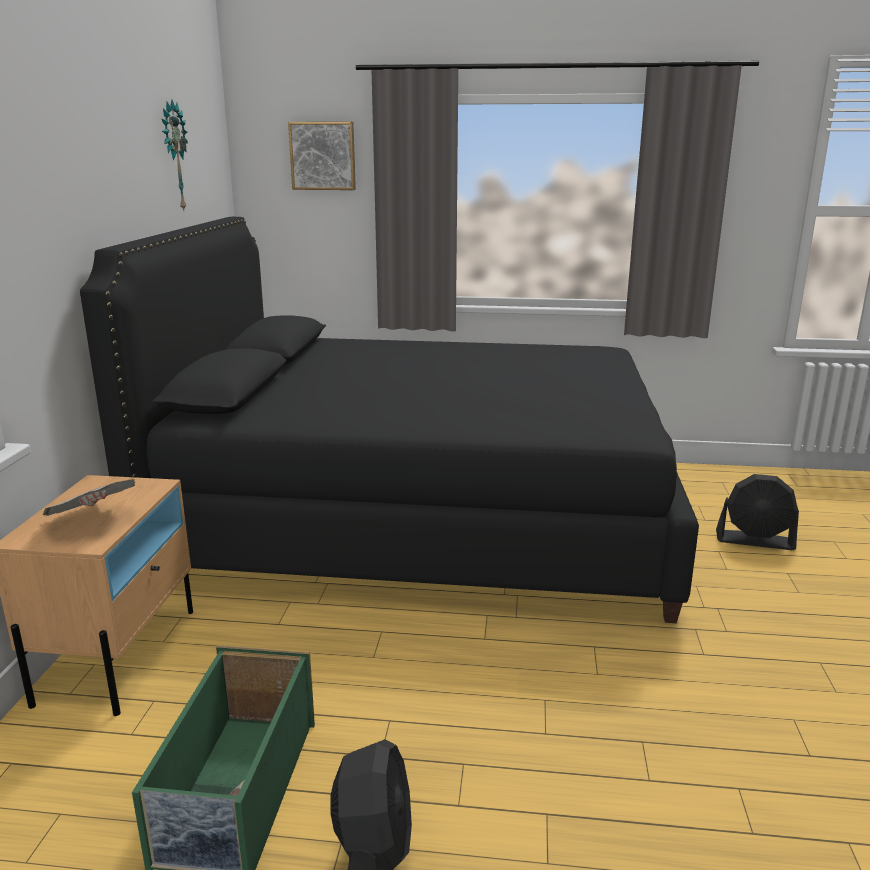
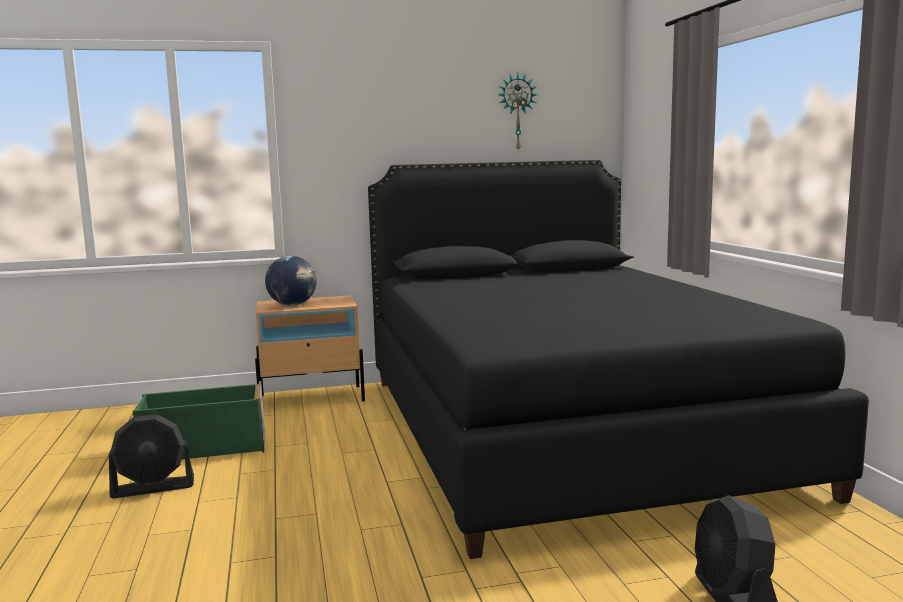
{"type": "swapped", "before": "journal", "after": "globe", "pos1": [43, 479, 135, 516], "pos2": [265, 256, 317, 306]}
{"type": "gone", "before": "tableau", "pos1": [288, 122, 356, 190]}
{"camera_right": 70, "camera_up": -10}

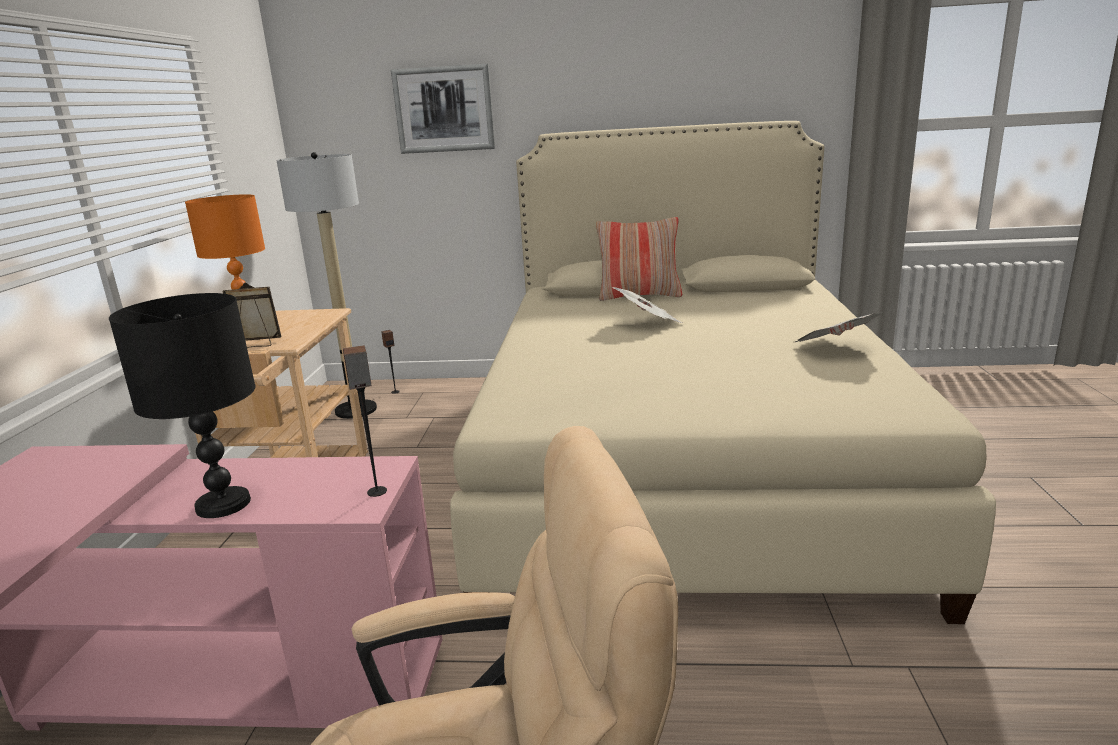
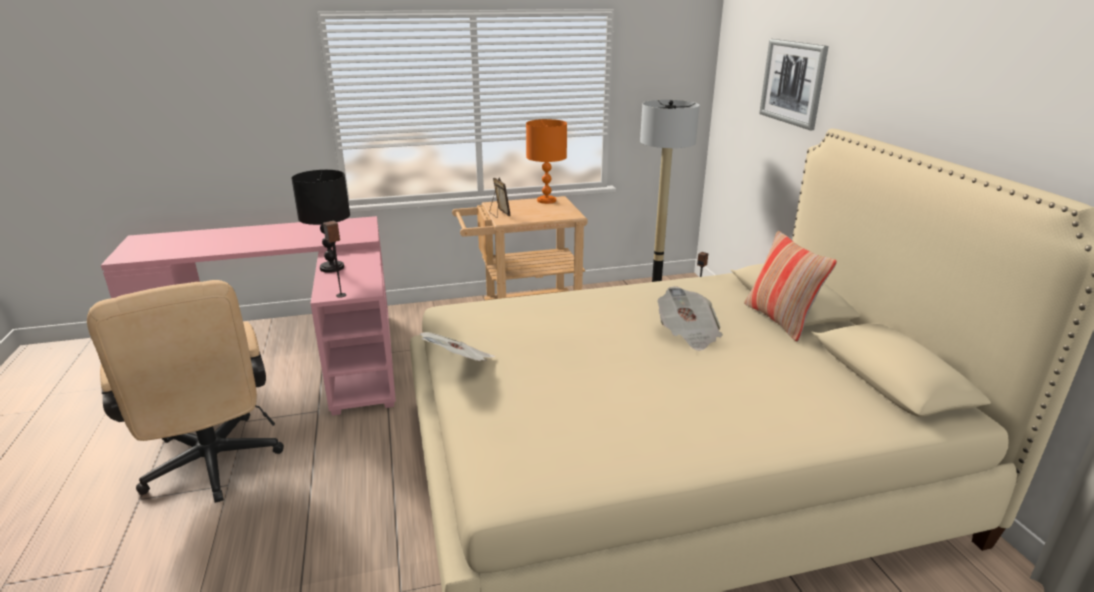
{"type": "shifted", "before": "journal", "pos1": [795, 313, 881, 342], "pos2": [420, 332, 495, 361]}
{"camera_right": 70, "camera_up": 5}

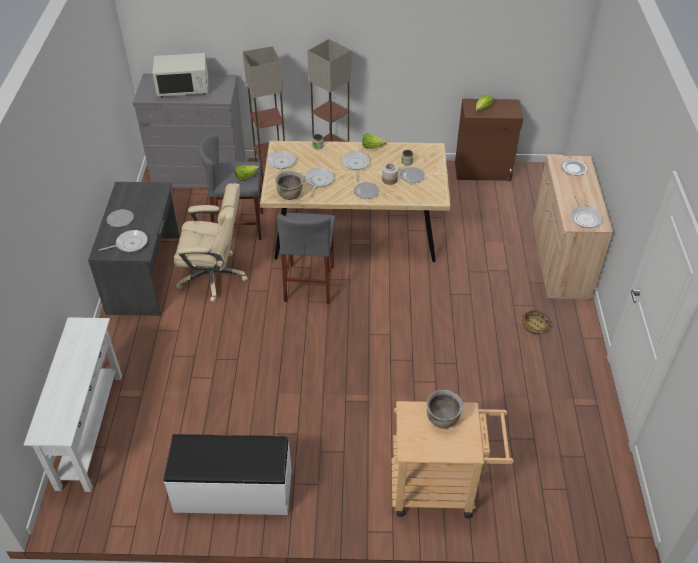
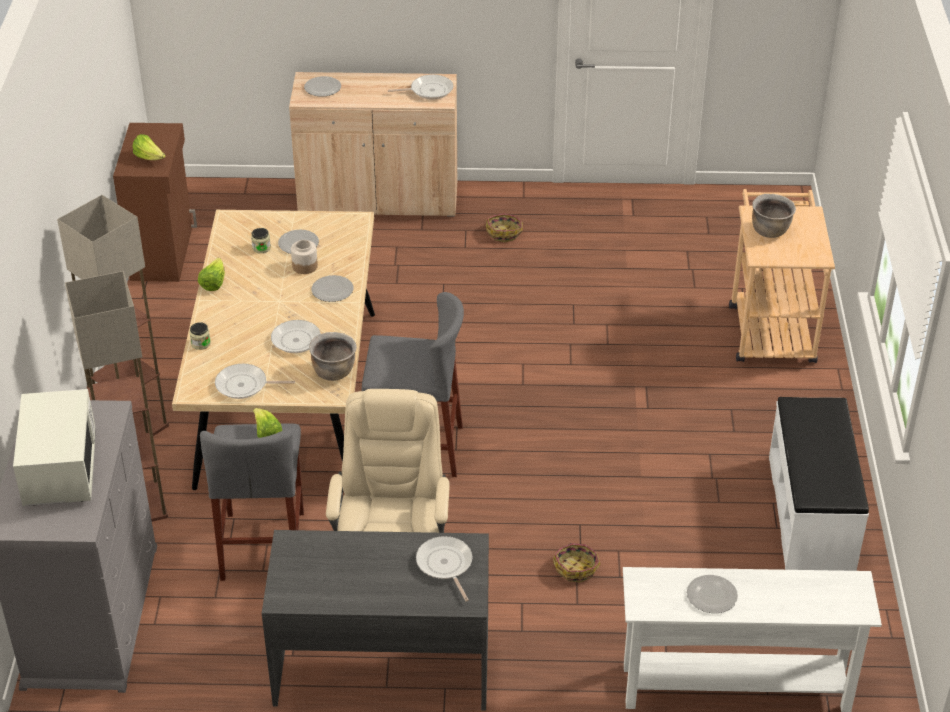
{"type": "shifted", "before": "assiette", "pos1": [107, 209, 134, 227], "pos2": [687, 575, 738, 613]}
{"type": "gone", "before": "poêle", "pos1": [342, 152, 370, 181]}
{"type": "new", "after": "panier", "pos2": [553, 543, 600, 582]}
{"camera_right": -90, "camera_up": -5}

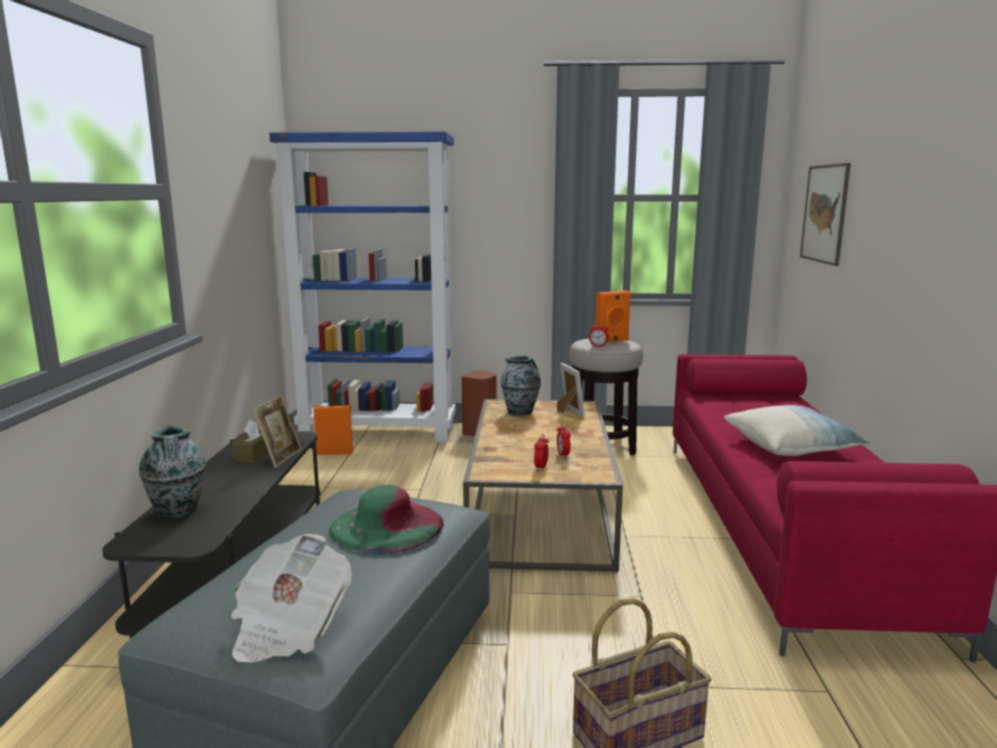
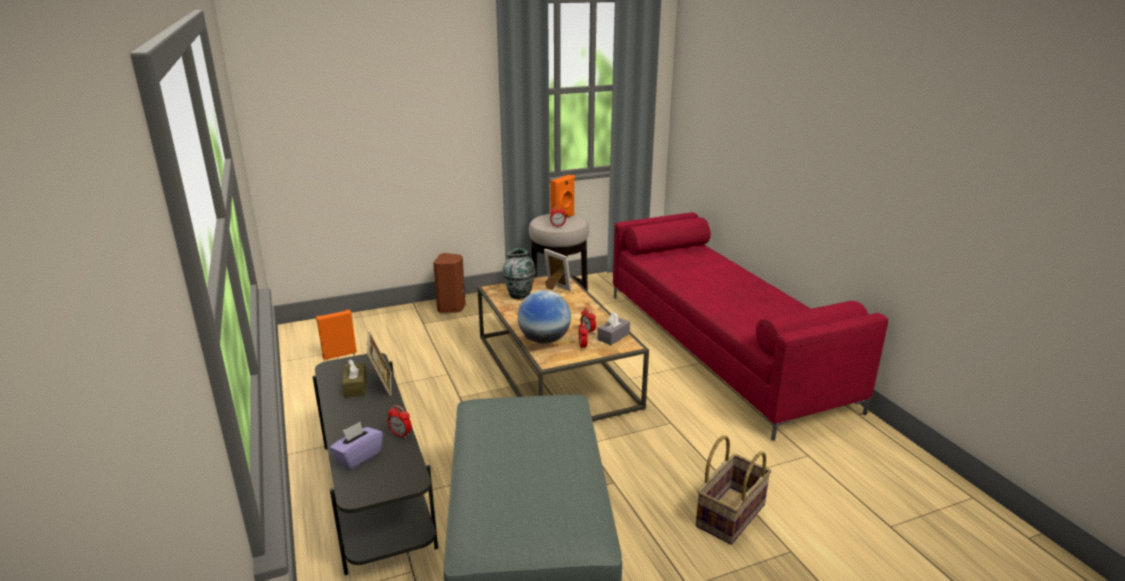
{"type": "swapped", "before": "vase", "after": "boîte à mouchoirs [violet]", "pos1": [139, 424, 206, 518], "pos2": [330, 422, 383, 470]}
{"type": "gone", "before": "journal", "pos1": [231, 534, 352, 663]}
{"type": "gone", "before": "bibliothèque [bleu]", "pos1": [269, 132, 456, 442]}
{"type": "gone", "before": "chapeau [vert]", "pos1": [329, 484, 444, 554]}
{"type": "gone", "before": "coussin", "pos1": [724, 405, 869, 456]}
{"type": "gone", "before": "tableau", "pos1": [800, 163, 851, 266]}
{"type": "new", "after": "réveil", "pos2": [388, 405, 412, 438]}
{"type": "new", "after": "globe", "pos2": [517, 290, 571, 344]}
{"type": "new", "after": "boîte à mouchoirs [gris]", "pos2": [598, 312, 630, 345]}
{"camera_right": -25, "camera_up": 10}

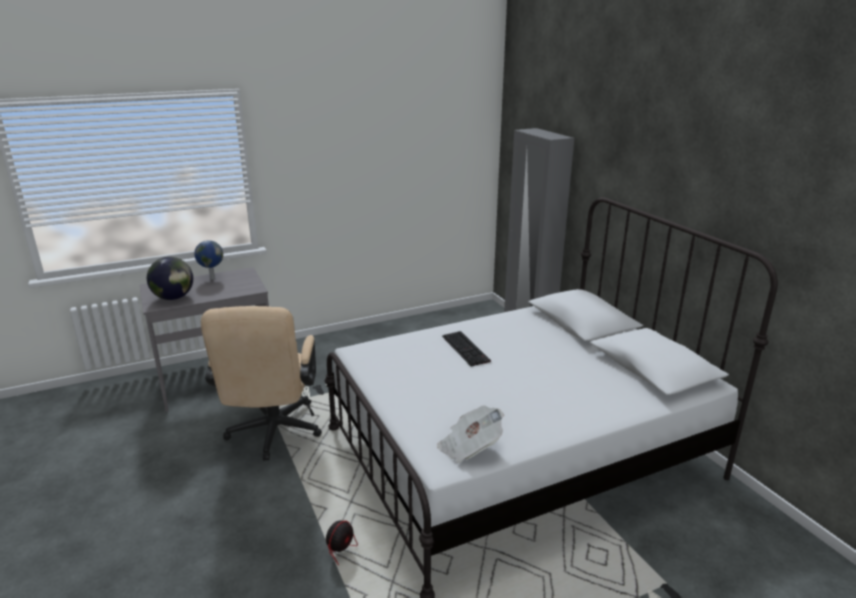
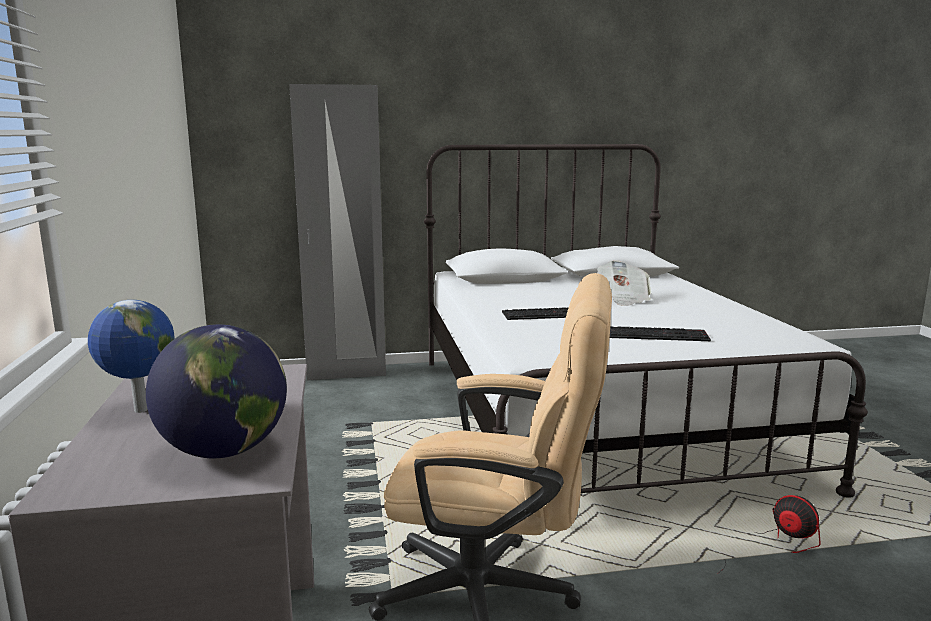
{"type": "shifted", "before": "journal", "pos1": [437, 405, 504, 463], "pos2": [597, 260, 651, 306]}
{"type": "new", "after": "clavier", "pos2": [610, 326, 711, 341]}
{"camera_right": -75, "camera_up": -10}

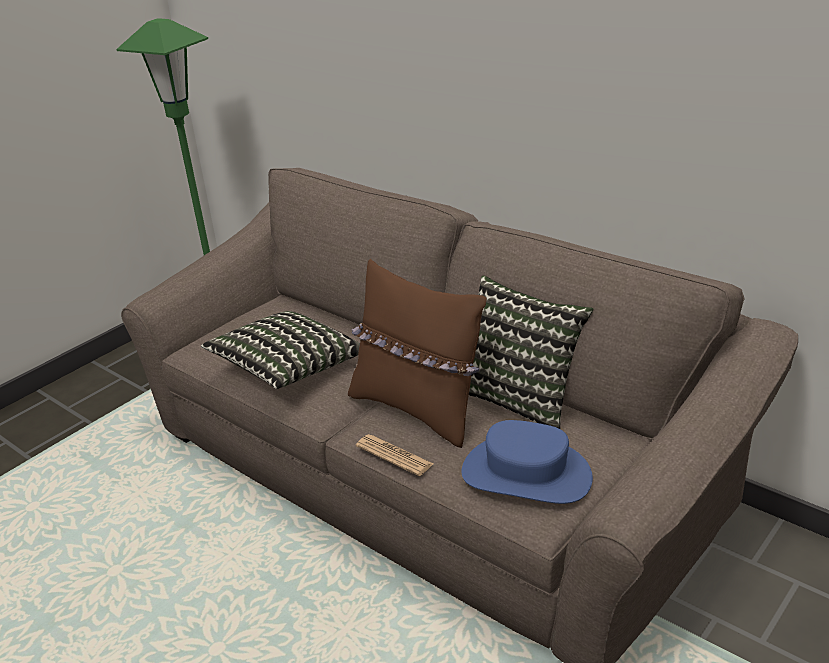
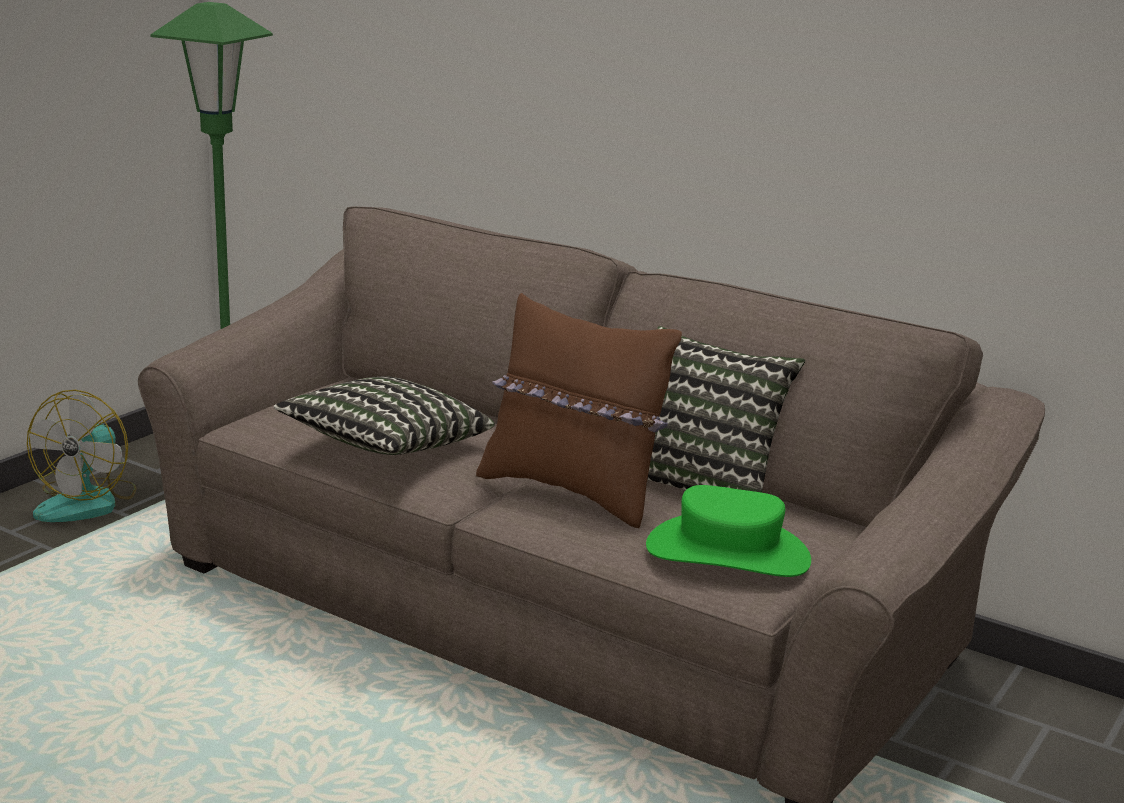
{"type": "gone", "before": "journal", "pos1": [356, 434, 433, 476]}
{"type": "repainted", "before": "chapeau [bleu]", "after": "chapeau [vert]", "pos1": [462, 420, 593, 504], "pos2": [646, 485, 811, 577]}
{"type": "new", "after": "ventilateur", "pos2": [27, 390, 136, 522]}
{"camera_right": -10, "camera_up": -10}

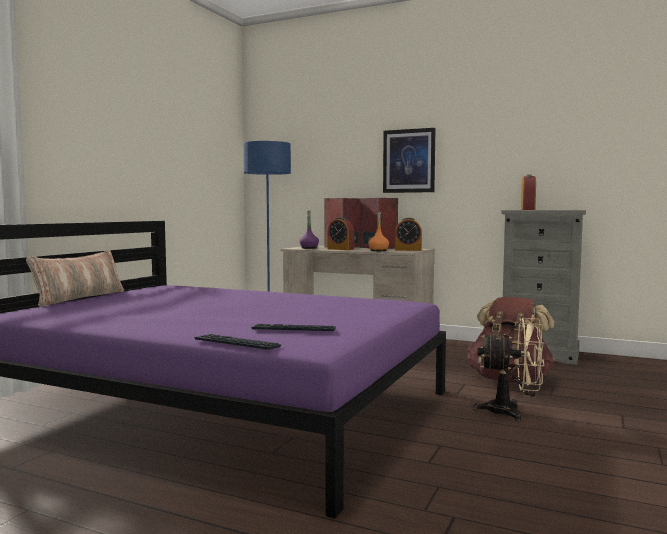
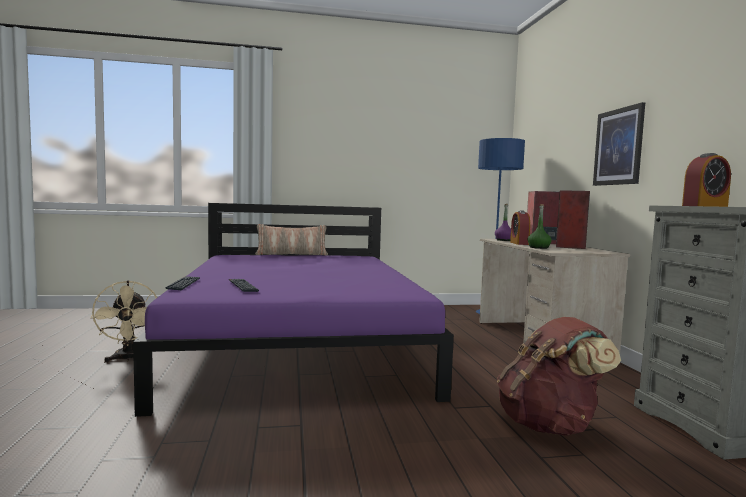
{"type": "repainted", "before": "bouteille [orange]", "after": "bouteille [vert]", "pos1": [368, 211, 389, 251], "pos2": [527, 204, 552, 249]}
{"type": "gone", "before": "réveil", "pos1": [395, 217, 422, 251]}
{"type": "shifted", "before": "ventilateur [beige]", "pos1": [473, 317, 544, 422], "pos2": [90, 281, 157, 363]}
{"camera_right": 55, "camera_up": 0}

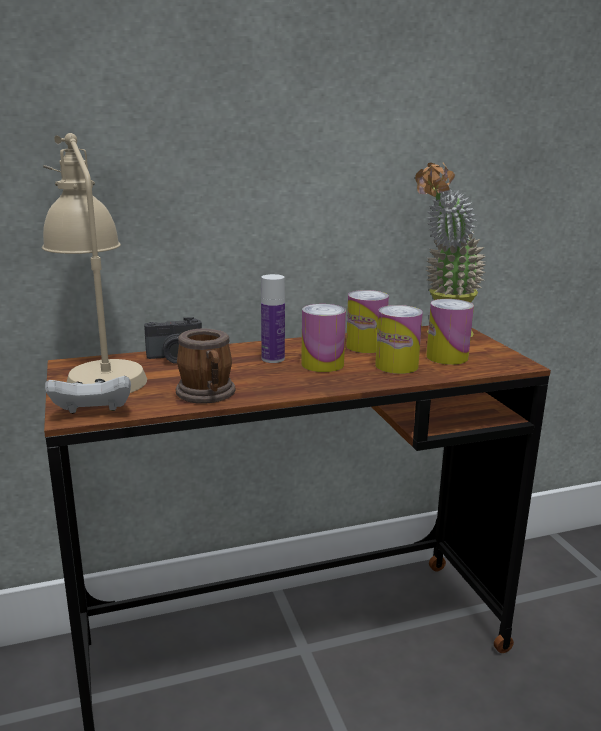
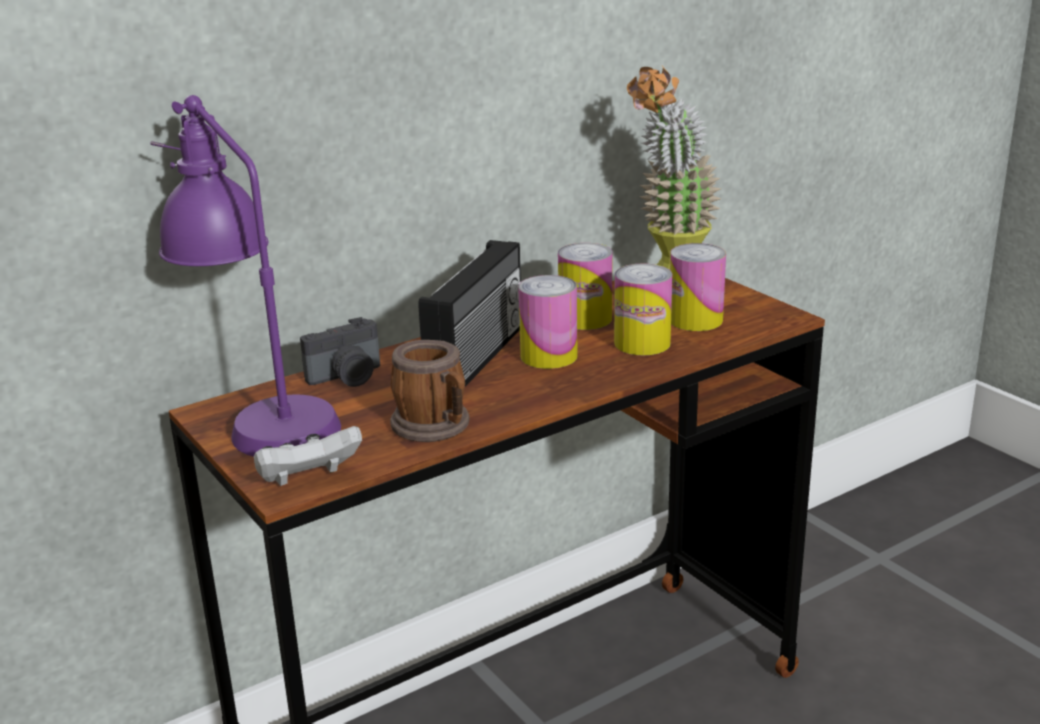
{"type": "repainted", "before": "lampe de table [beige]", "after": "lampe de table [violet]", "pos1": [42, 133, 147, 393], "pos2": [150, 95, 341, 457]}
{"type": "swapped", "before": "bouteille", "after": "radio", "pos1": [261, 274, 285, 363], "pos2": [418, 240, 521, 387]}
{"camera_right": -15, "camera_up": 5}

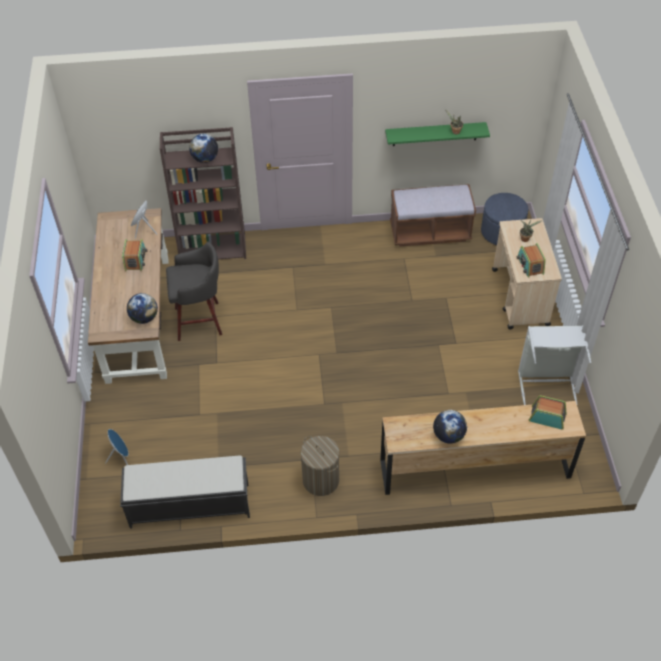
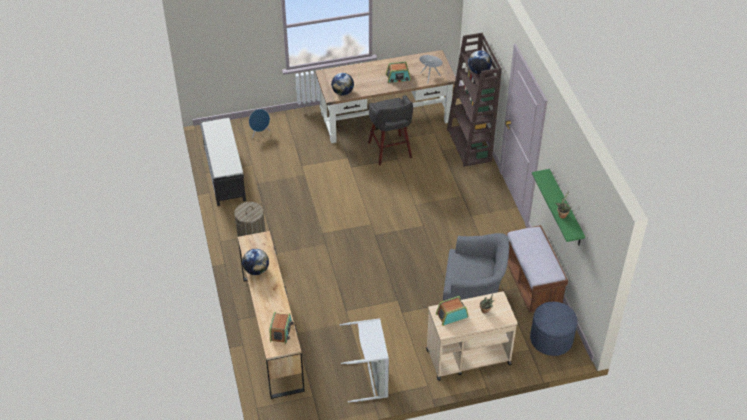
{"type": "new", "after": "fauteuil [gris]", "pos2": [443, 233, 509, 301]}
{"camera_right": 80, "camera_up": -5}

